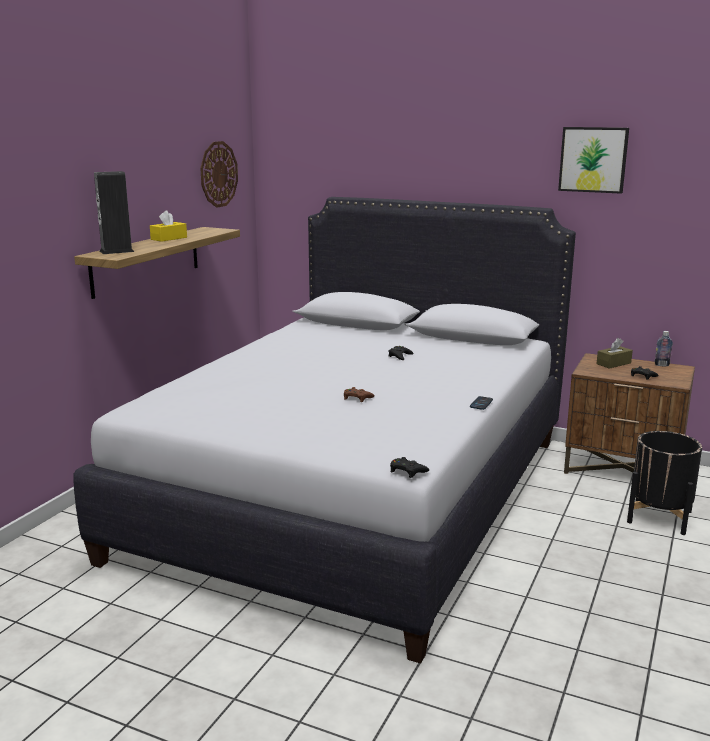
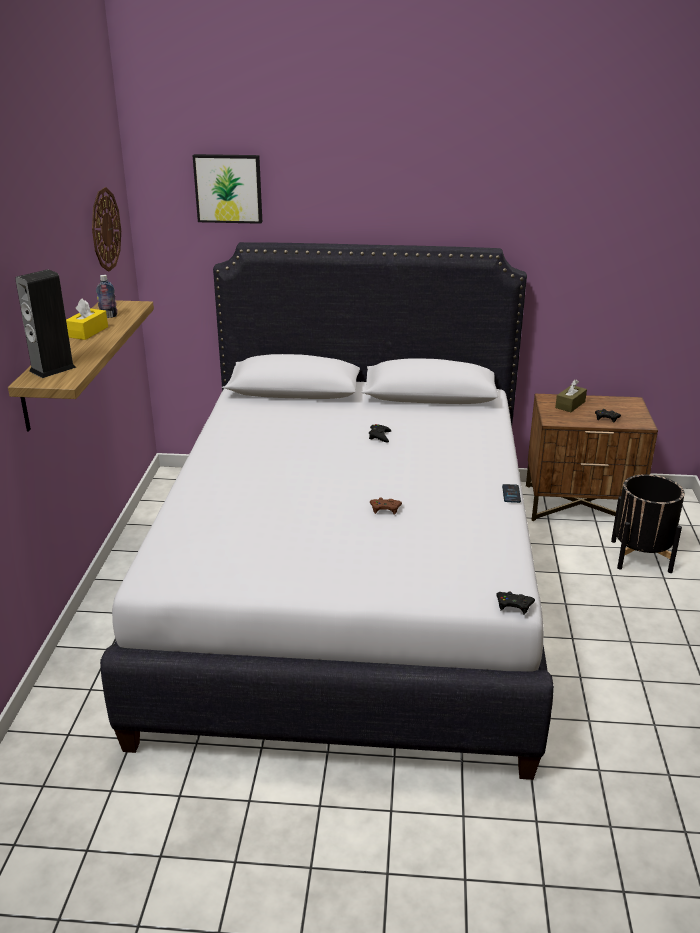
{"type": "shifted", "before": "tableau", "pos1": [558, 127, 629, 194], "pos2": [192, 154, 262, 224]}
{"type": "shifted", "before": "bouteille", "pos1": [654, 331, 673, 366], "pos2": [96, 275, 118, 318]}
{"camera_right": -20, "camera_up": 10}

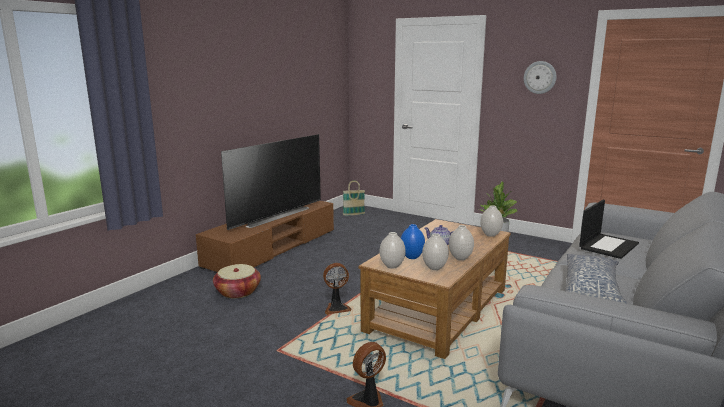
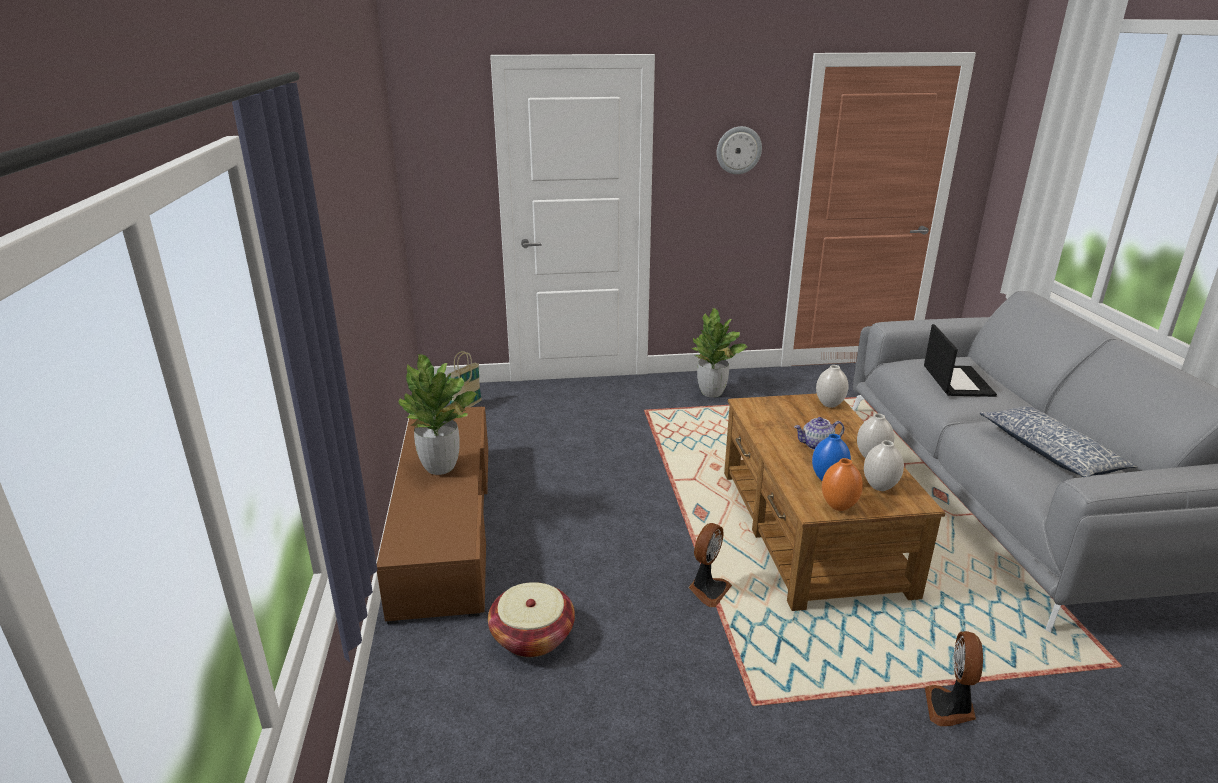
{"type": "swapped", "before": "téléviseur", "after": "plante en pot", "pos1": [221, 134, 321, 230], "pos2": [399, 354, 478, 475]}
{"type": "repainted", "before": "vase [blanc]", "after": "vase [orange]", "pos1": [380, 232, 406, 269], "pos2": [822, 458, 863, 511]}
{"camera_right": -40, "camera_up": 10}

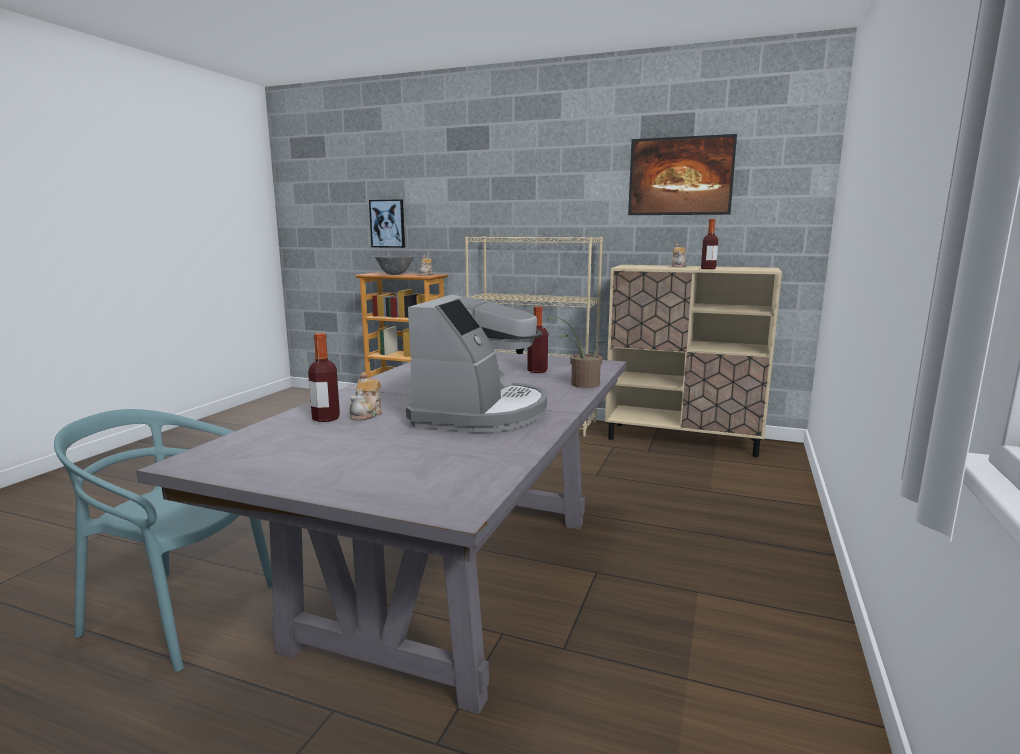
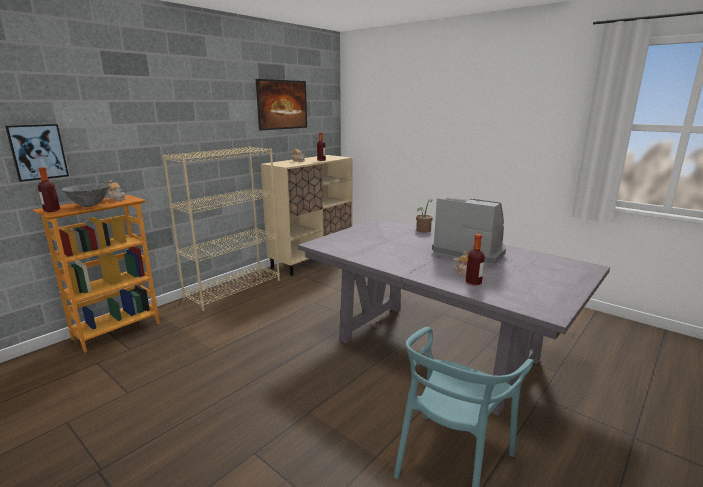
{"type": "shifted", "before": "bouteille", "pos1": [527, 306, 548, 373], "pos2": [38, 167, 60, 212]}
{"camera_right": -70, "camera_up": 5}

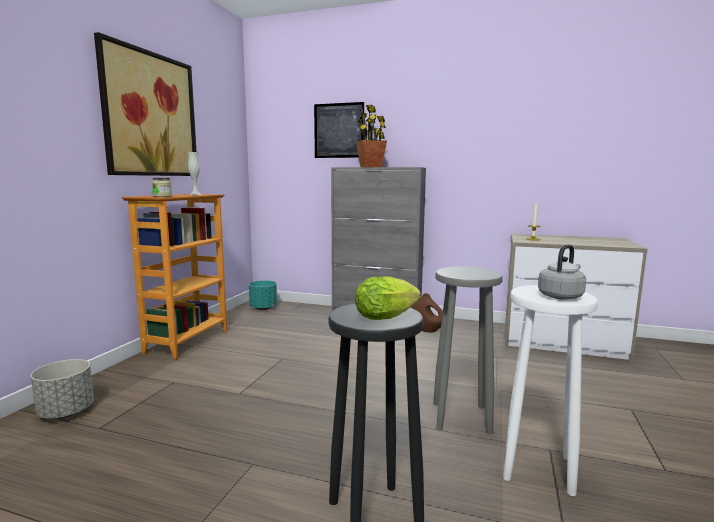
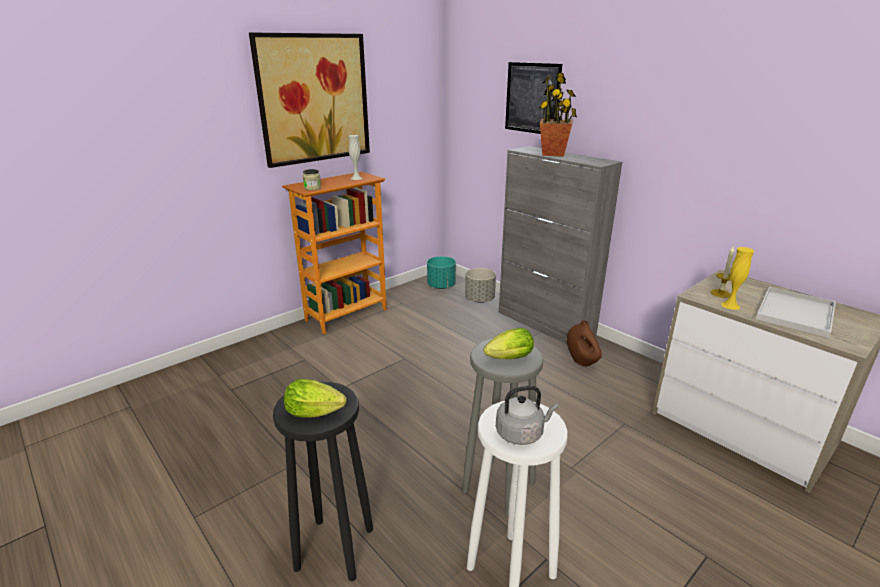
{"type": "shifted", "before": "cache-pot [gris]", "pos1": [31, 359, 94, 419], "pos2": [465, 268, 496, 303]}
{"type": "new", "after": "laitue", "pos2": [484, 328, 534, 359]}
{"type": "new", "after": "vase [jaune]", "pos2": [721, 247, 754, 310]}
{"type": "new", "after": "plateau [blanc]", "pos2": [756, 286, 836, 338]}
{"camera_right": 30, "camera_up": 15}

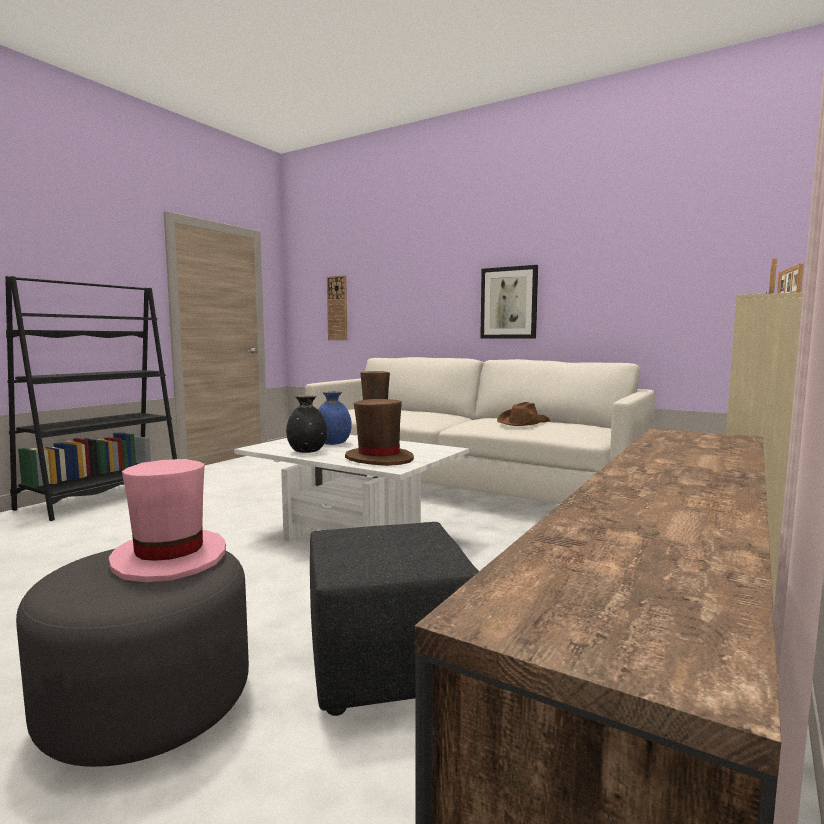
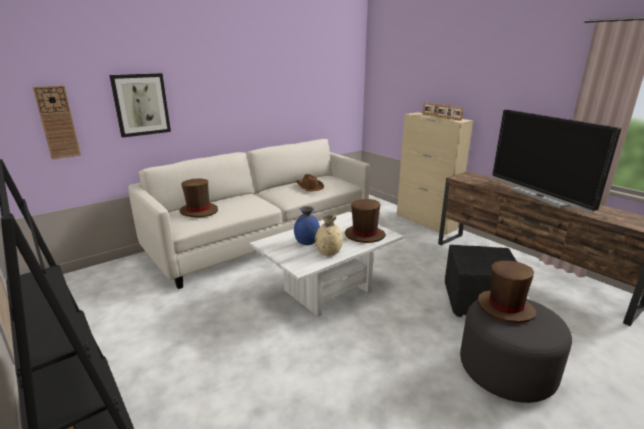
{"type": "repainted", "before": "chapeau [rose]", "after": "chapeau [marron]", "pos1": [109, 459, 226, 582], "pos2": [478, 261, 536, 323]}
{"type": "repainted", "before": "vase [noir]", "after": "vase [beige]", "pos1": [286, 395, 327, 453], "pos2": [315, 215, 343, 256]}
{"type": "shifted", "before": "tableau", "pos1": [480, 265, 538, 339], "pos2": [109, 73, 171, 138]}
{"type": "new", "after": "téléviseur", "pos2": [492, 110, 621, 213]}
{"camera_right": -70, "camera_up": 15}

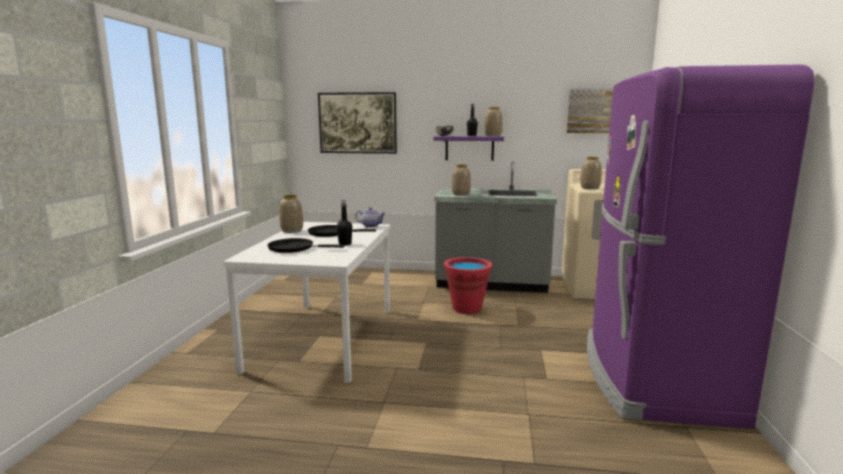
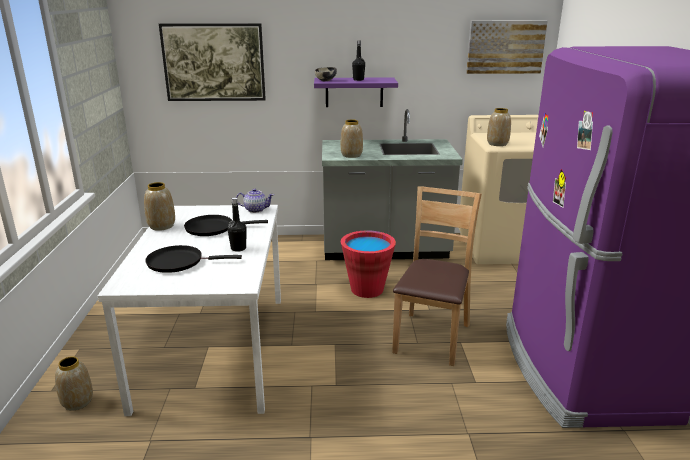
{"type": "shifted", "before": "vase", "pos1": [484, 107, 503, 136], "pos2": [55, 356, 93, 410]}
{"type": "new", "after": "chaise [marron]", "pos2": [392, 186, 482, 366]}
{"camera_right": -10, "camera_up": 10}

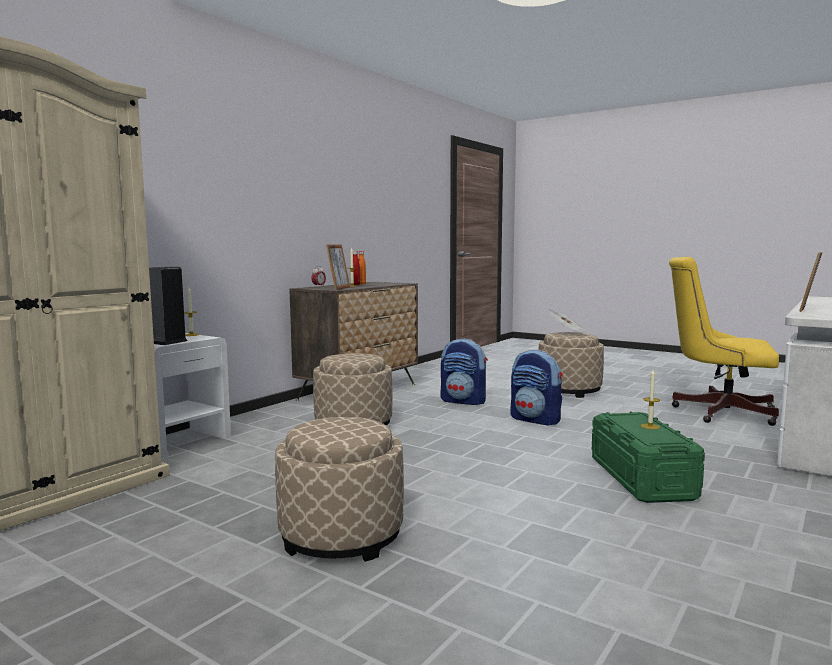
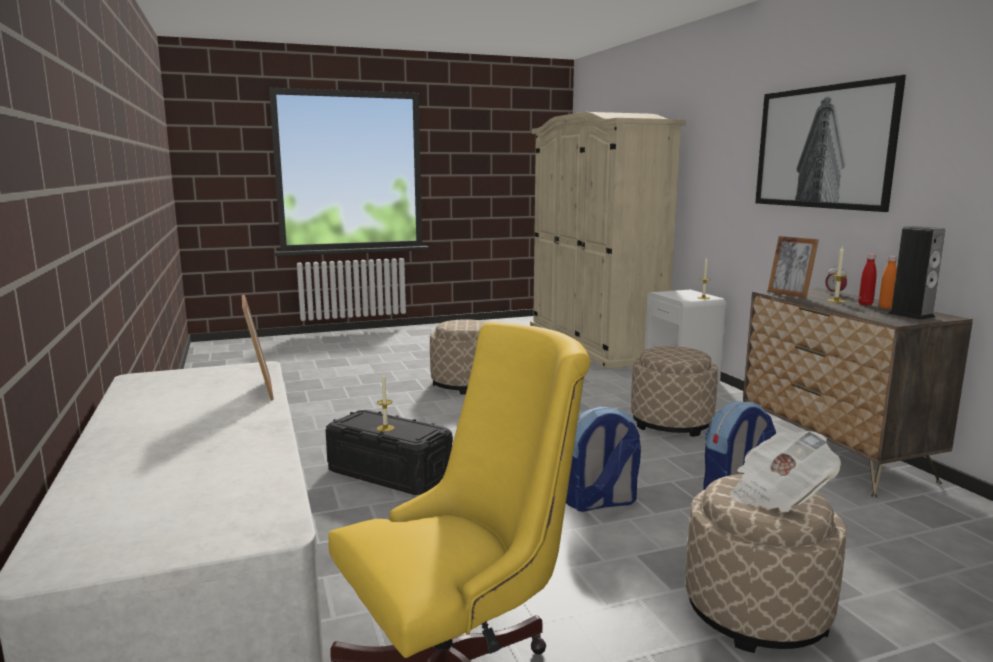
{"type": "shifted", "before": "enceinte", "pos1": [149, 267, 188, 345], "pos2": [888, 226, 945, 320]}
{"type": "repainted", "before": "boîte de rangement [vert]", "after": "boîte de rangement [noir]", "pos1": [592, 411, 705, 503], "pos2": [325, 410, 453, 495]}
{"type": "new", "after": "tableau", "pos2": [755, 75, 906, 212]}
{"camera_right": 125, "camera_up": 5}

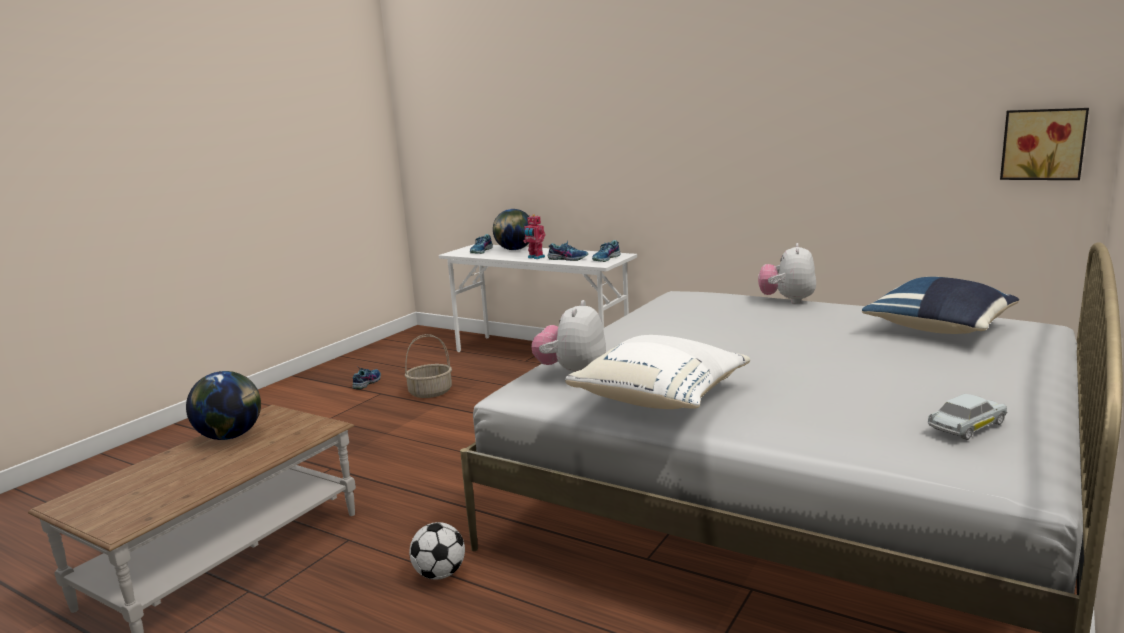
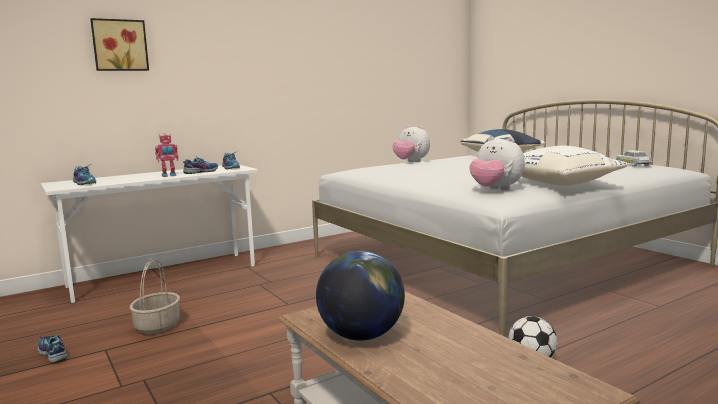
{"type": "gone", "before": "globe", "pos1": [493, 209, 529, 250]}
{"type": "shifted", "before": "tableau", "pos1": [1000, 108, 1089, 180], "pos2": [90, 18, 149, 71]}
{"camera_right": -65, "camera_up": -5}

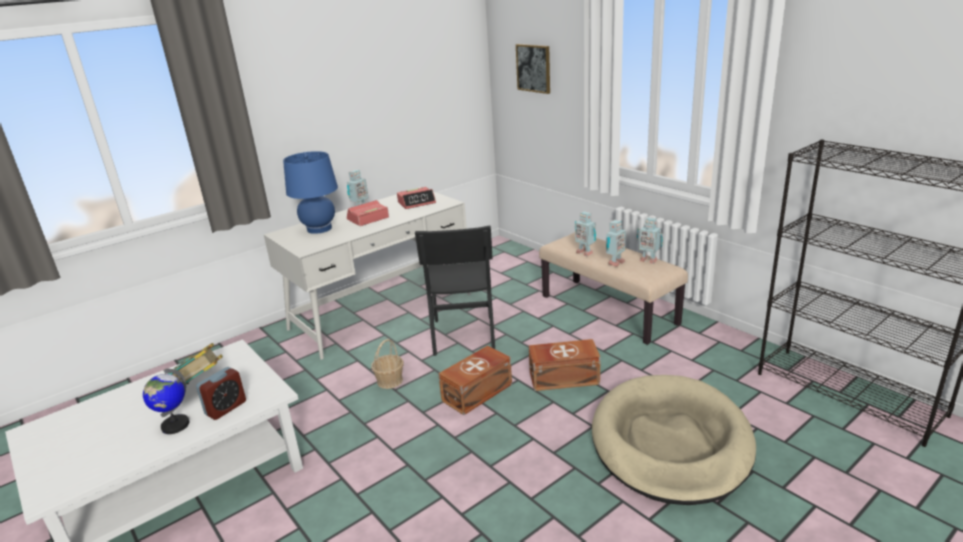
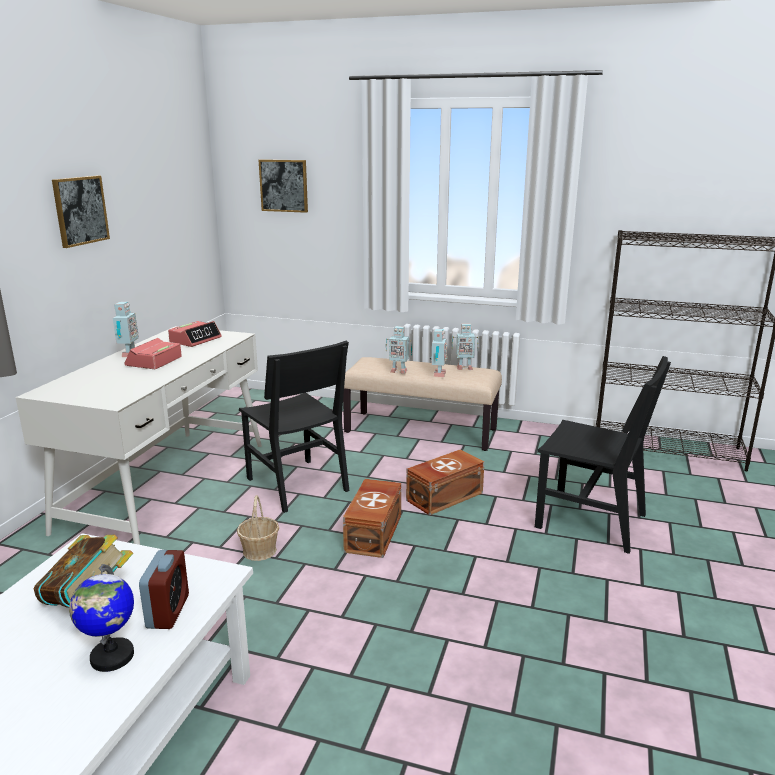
{"type": "gone", "before": "lampe de table [bleu]", "pos1": [283, 151, 338, 234]}
{"type": "swapped", "before": "panier pour chien [beige]", "after": "chaise [noir]", "pos1": [592, 375, 756, 505], "pos2": [535, 356, 671, 554]}
{"type": "new", "after": "tableau", "pos2": [52, 176, 110, 248]}
{"camera_right": -35, "camera_up": -5}

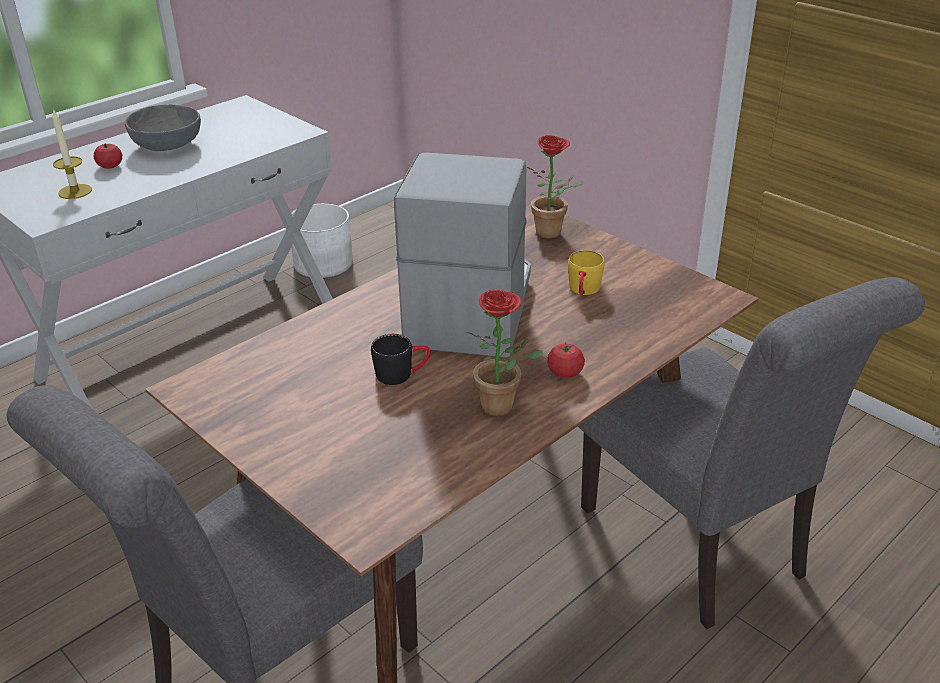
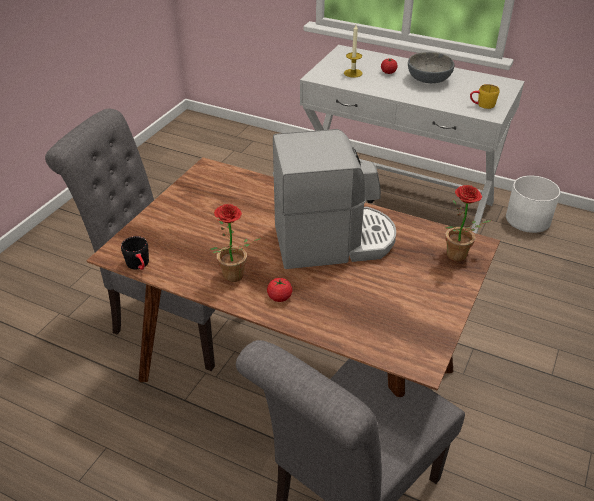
{"type": "shifted", "before": "mug [noir]", "pos1": [371, 334, 431, 385], "pos2": [121, 236, 149, 270]}
{"type": "shifted", "before": "mug [jaune]", "pos1": [568, 250, 605, 295], "pos2": [470, 84, 500, 109]}
{"camera_right": 70, "camera_up": 5}

